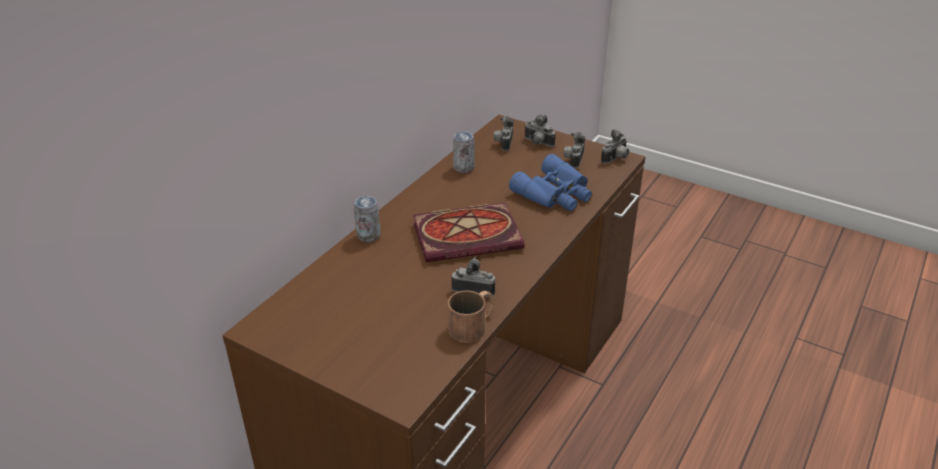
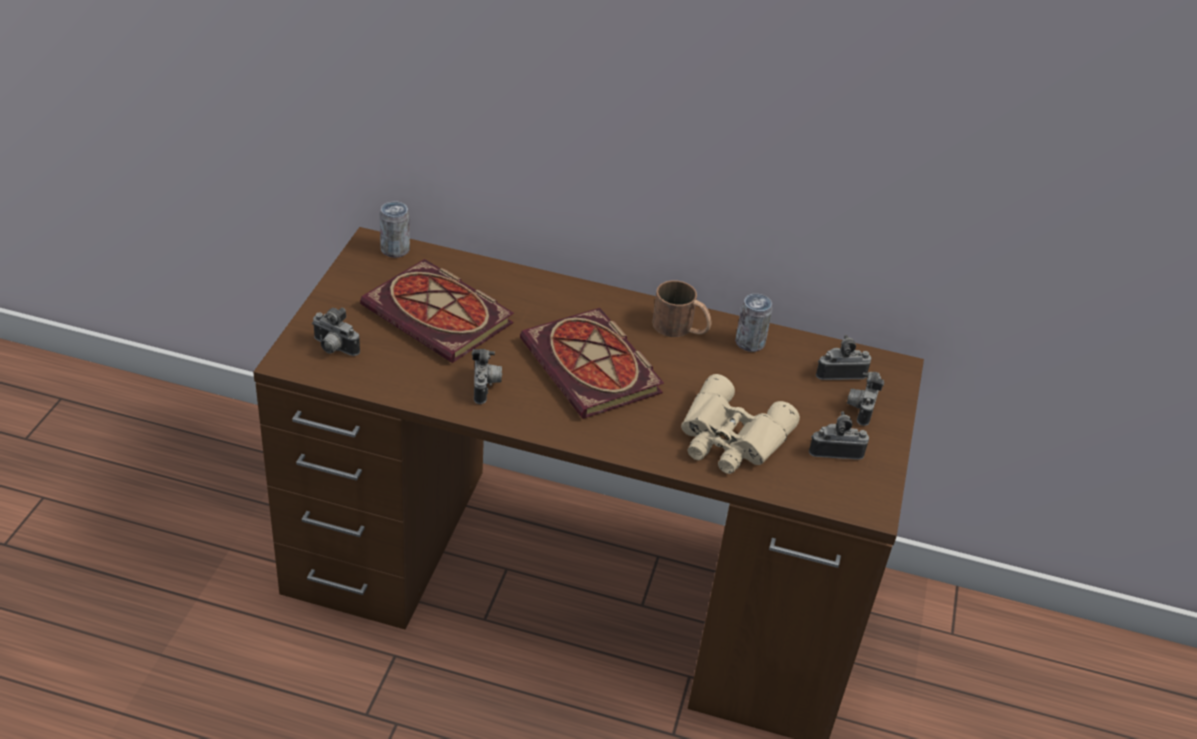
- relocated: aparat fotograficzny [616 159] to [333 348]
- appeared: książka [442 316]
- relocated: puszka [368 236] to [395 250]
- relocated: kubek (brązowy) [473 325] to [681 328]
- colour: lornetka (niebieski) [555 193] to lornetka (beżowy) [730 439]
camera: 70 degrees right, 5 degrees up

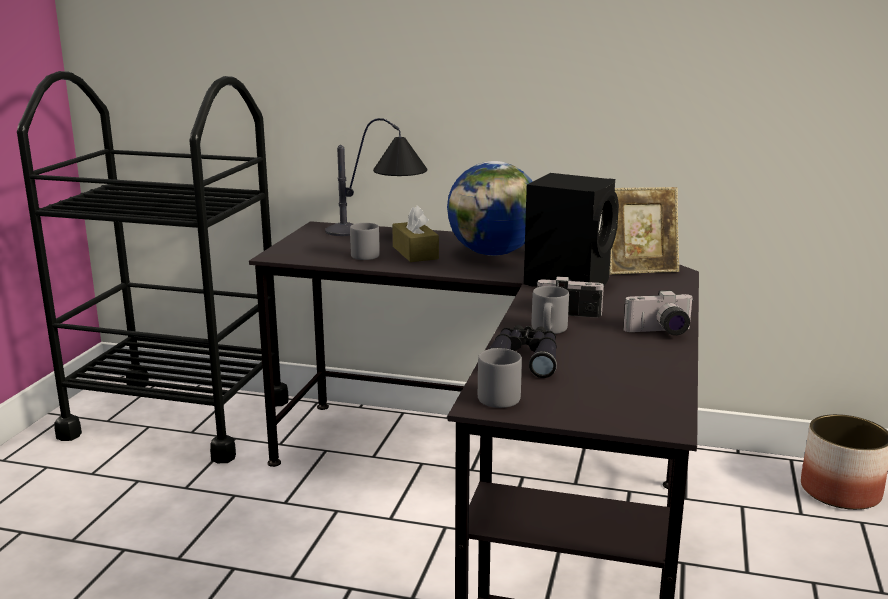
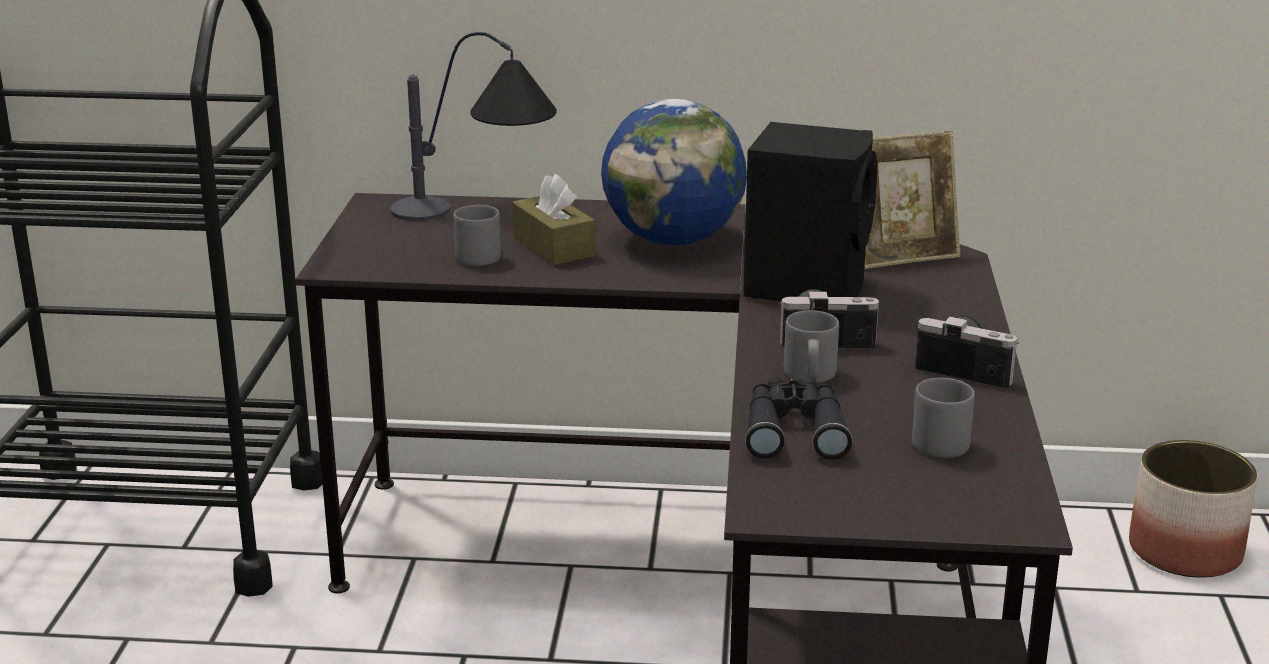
- relocated: kubek (szary) [497 396] to [935 442]
- spun: aparat fotograficzny [660 332] = [967 367] 135 degrees counterclockwise
camera: 10 degrees left, 5 degrees up

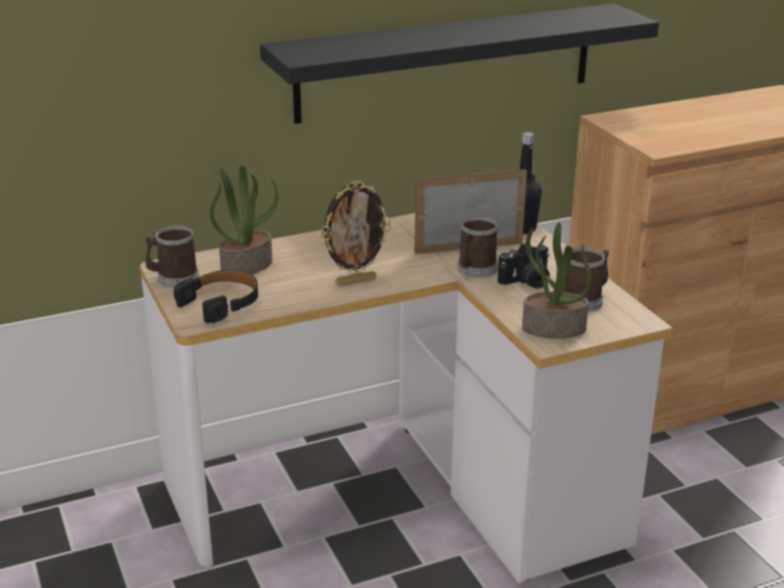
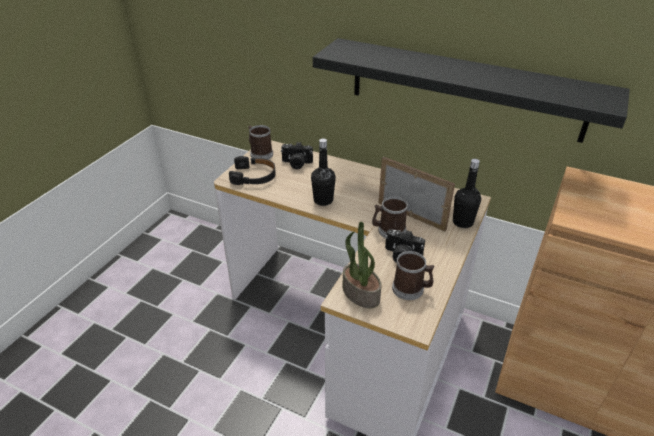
- exchanged: roślina doniczkowa [246 266] to aparat fotograficzny [296 164]
- exchanged: ramka na zdjęcie [355 281] to butelka (czarny) [323 200]
camera: 50 degrees right, 10 degrees up

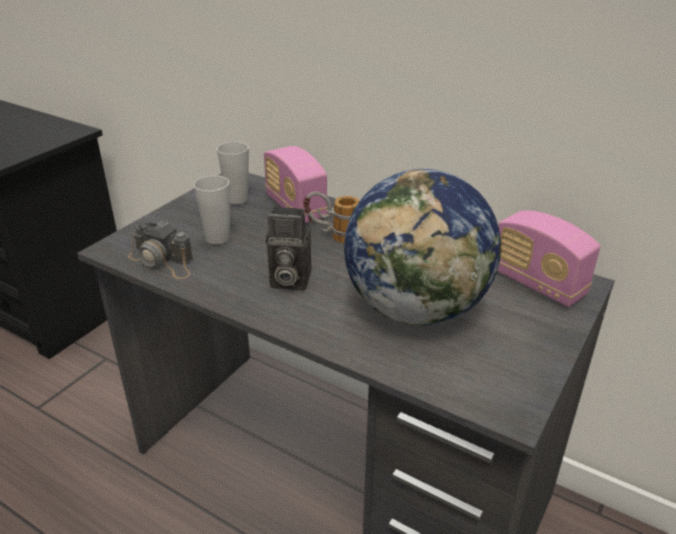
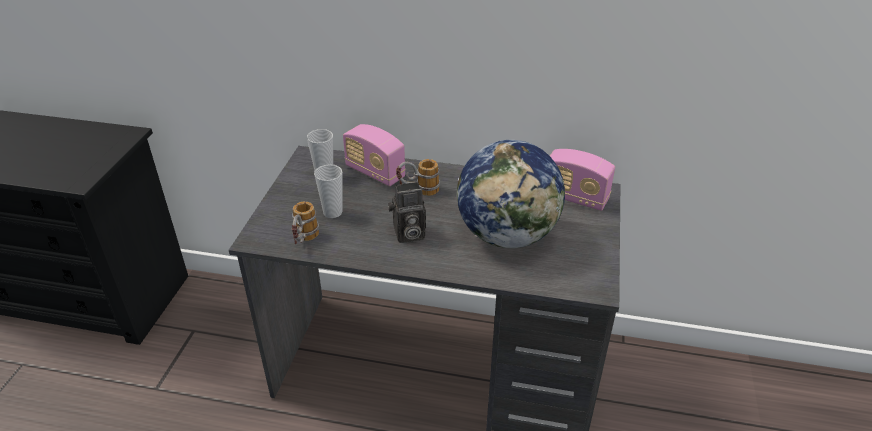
- exchanged: aparat fotograficzny [163 261] to kubek [304 241]
camera: 20 degrees left, 5 degrees up

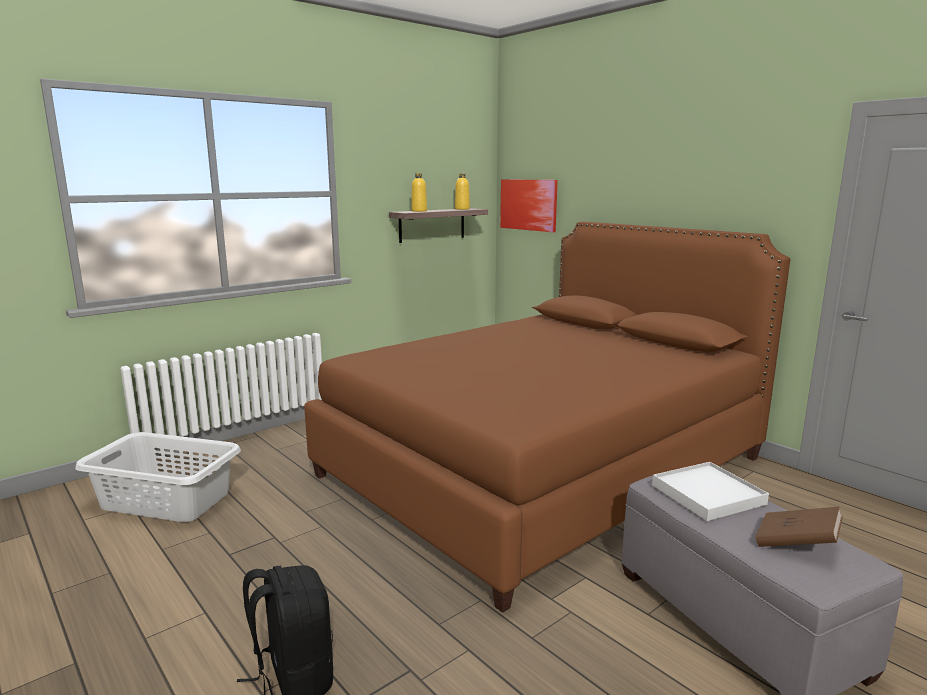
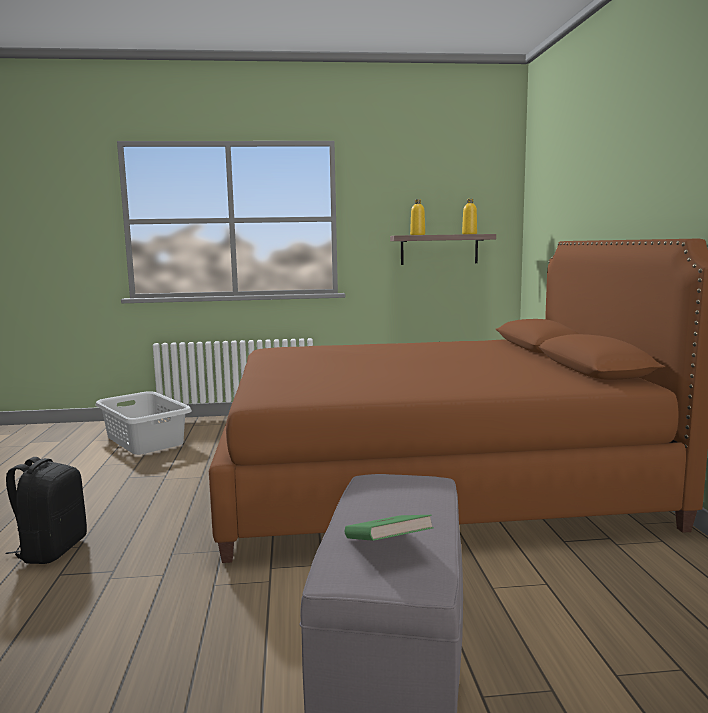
- colour: książka (brązowy) [796 544] to książka (zielony) [386 548]
- missing: obraz [528 204]
- missing: taca (biały) [708 494]
camera: 35 degrees right, 5 degrees down

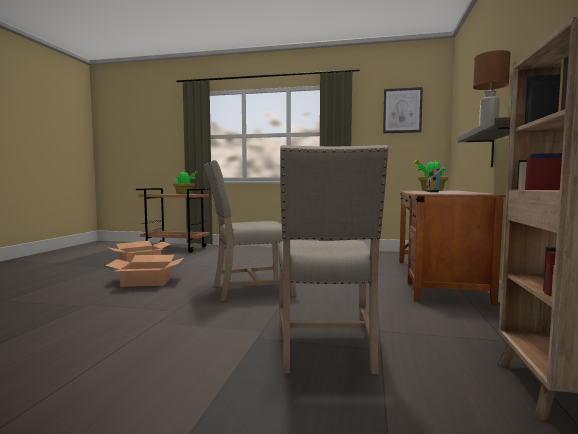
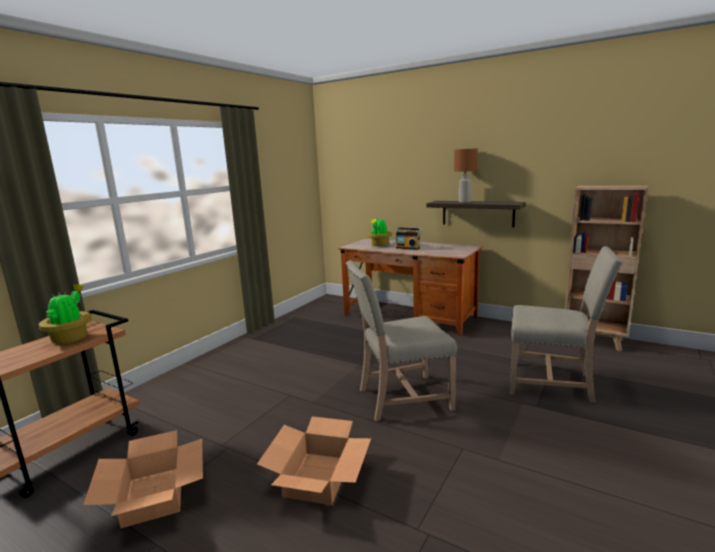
- spun: krzesło (beżowy) [249 290] = [401 398] 75 degrees clockwise
- missing: obraz [402 110]
camera: 70 degrees left, 10 degrees up

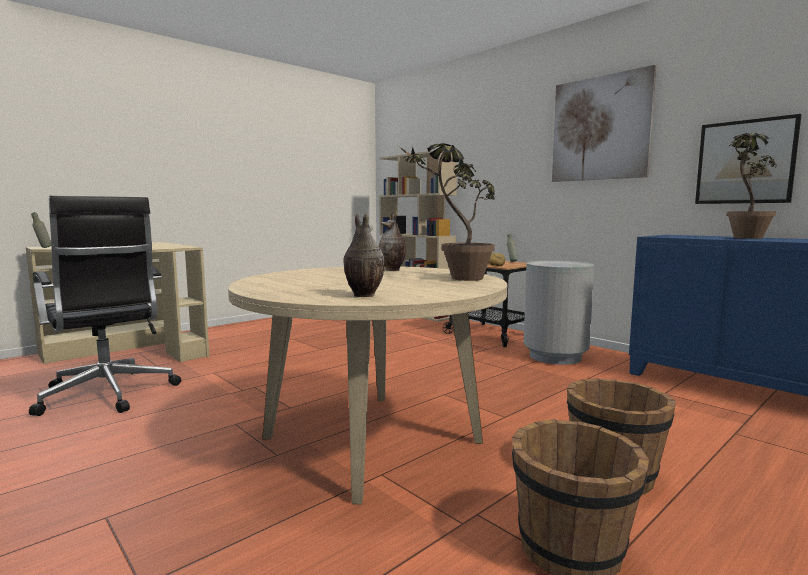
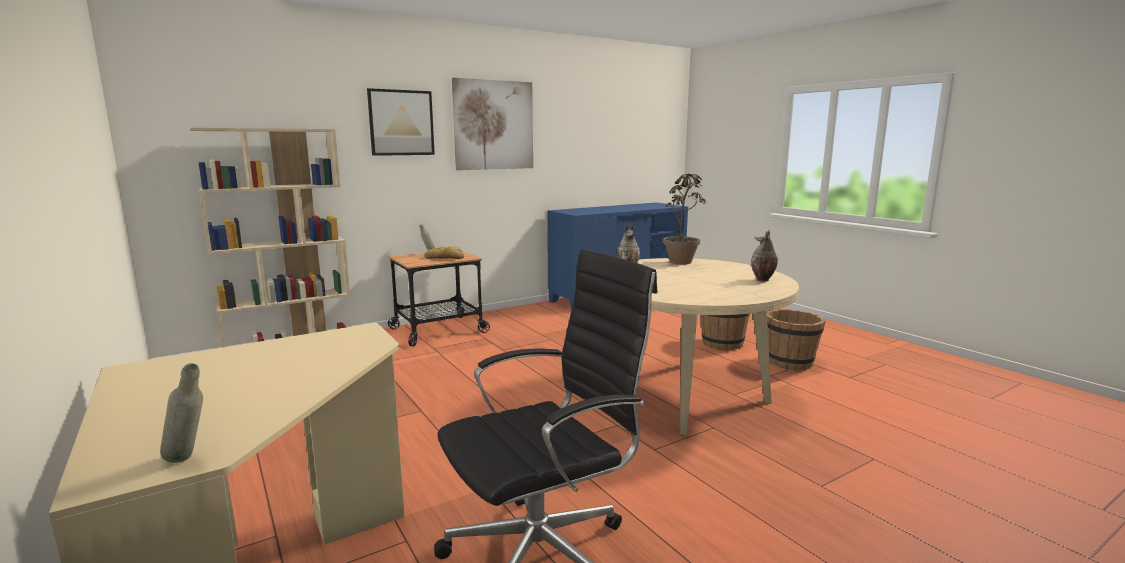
- relocated: obraz [745 162] to [401 123]
- missing: kosz na śmieci (szary) [555 357]
- missing: roślina doniczkowa [743 238]
camera: 80 degrees left, 5 degrees up

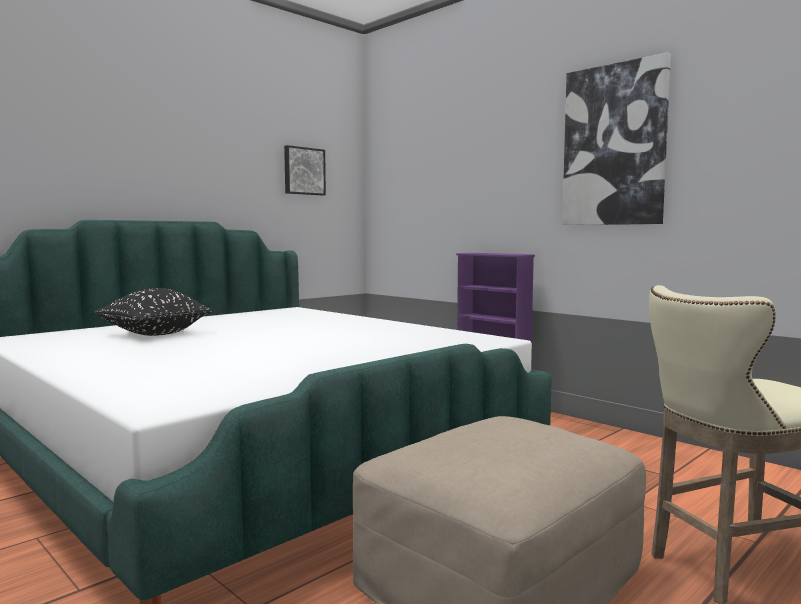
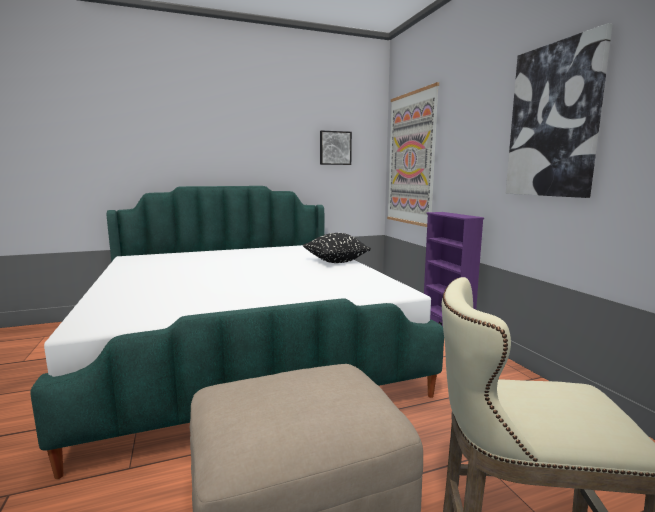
- relocated: poduszka (czarny) [155 334] to [336 261]
- appeared: obraz [411 159]
camera: 25 degrees right, 5 degrees up

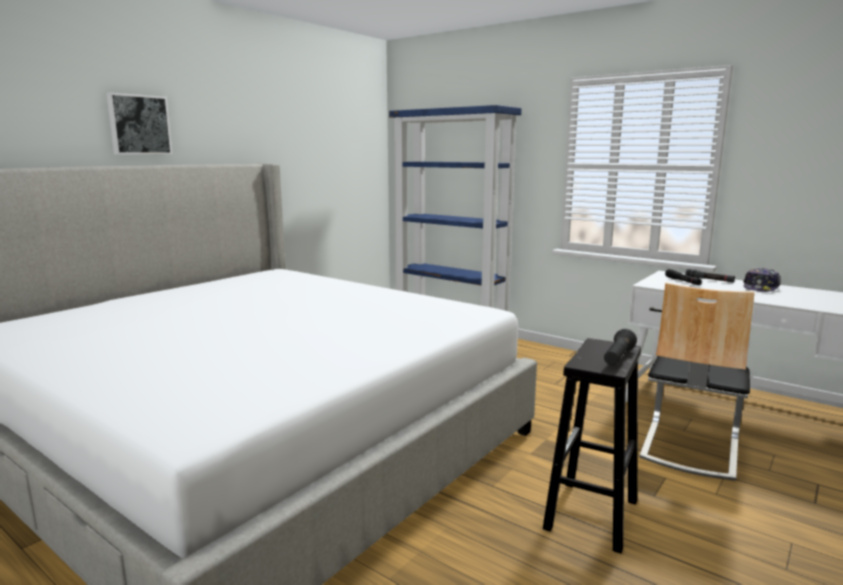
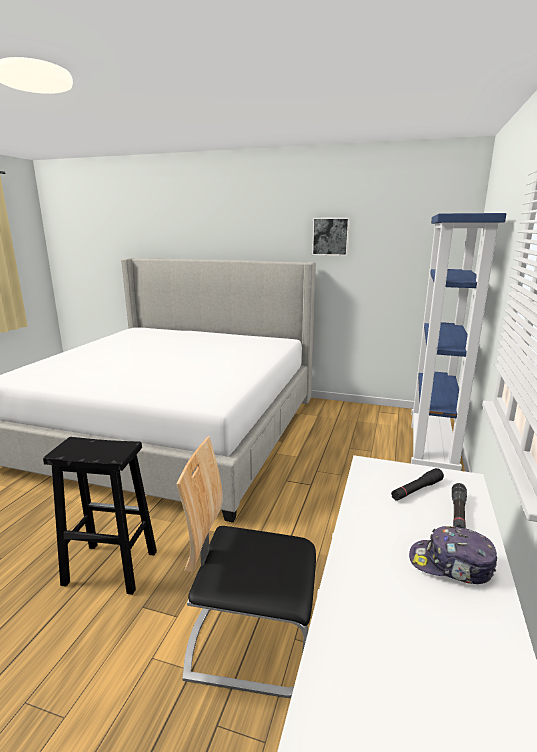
- relocated: obraz [139 125] to [330 236]
- missing: latarka (czarny) [618 358]
camera: 70 degrees right, 5 degrees up

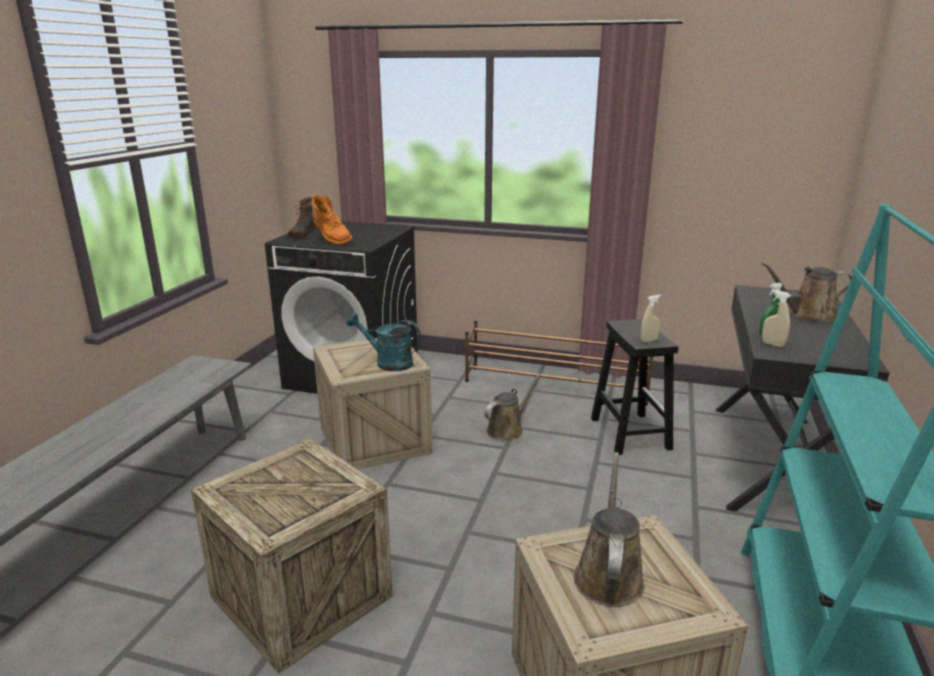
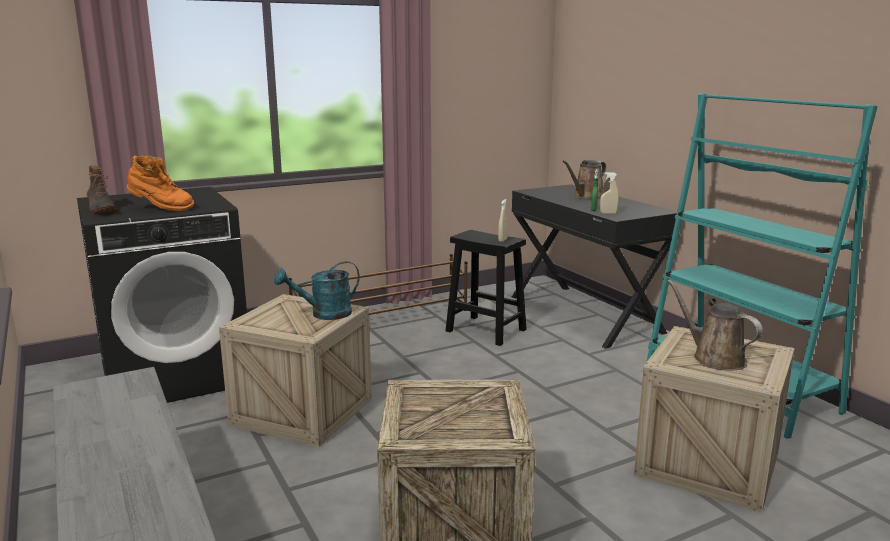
- missing: konewka (brązowy) [507 430]
camera: 45 degrees left, 5 degrees down

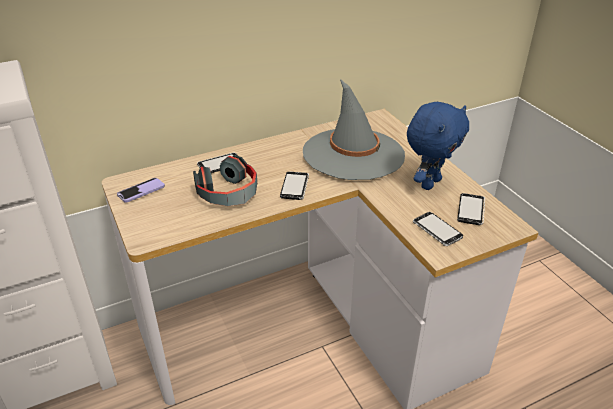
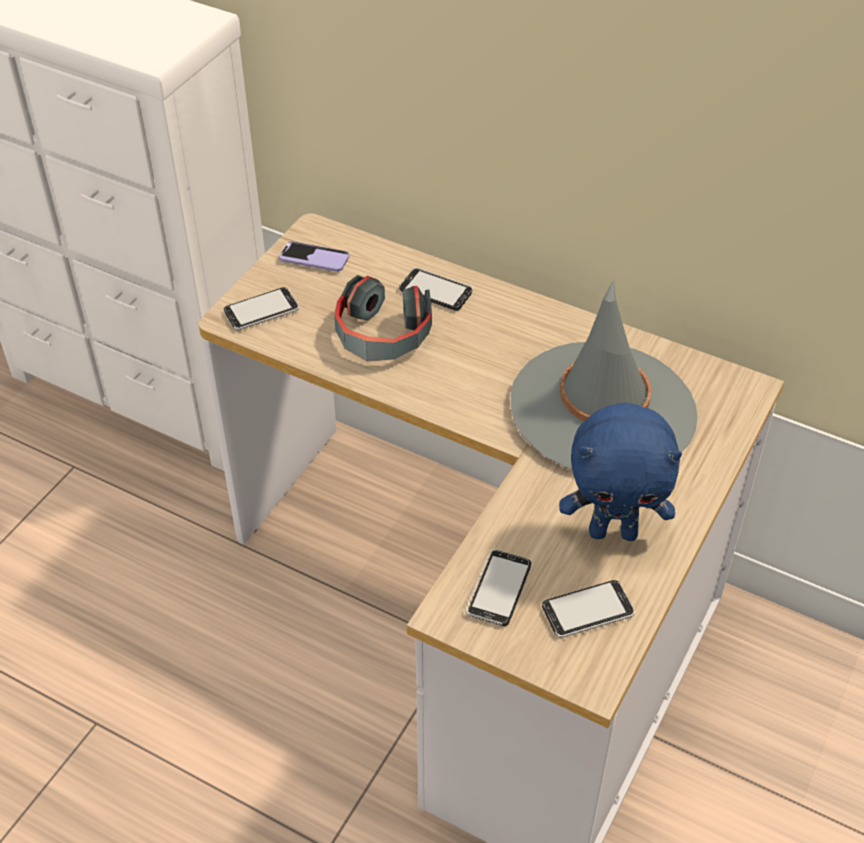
- relocated: telefon [294 187] to [261 311]
camera: 55 degrees right, 10 degrees up

